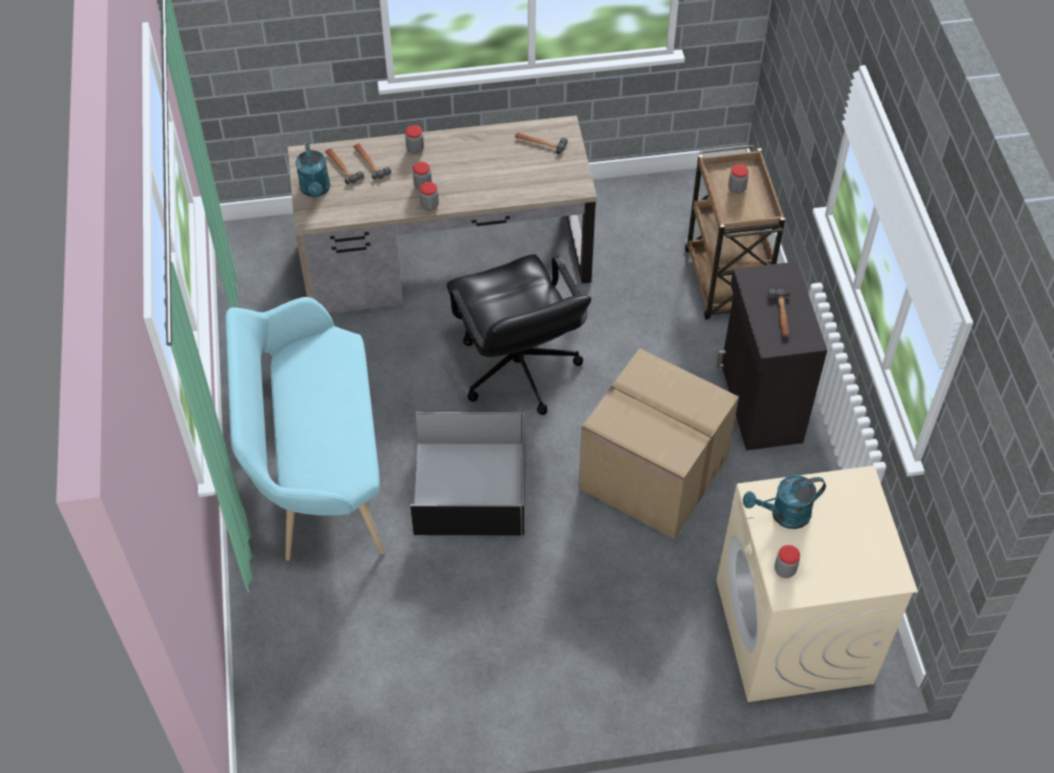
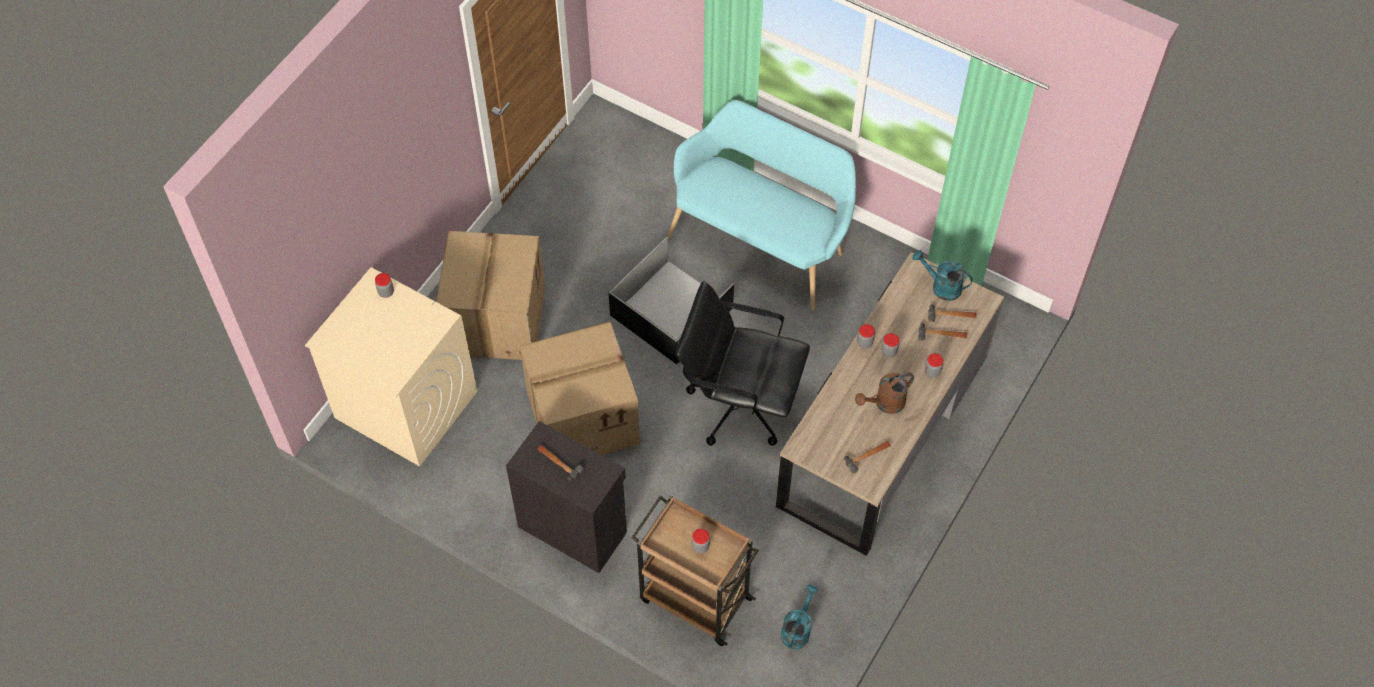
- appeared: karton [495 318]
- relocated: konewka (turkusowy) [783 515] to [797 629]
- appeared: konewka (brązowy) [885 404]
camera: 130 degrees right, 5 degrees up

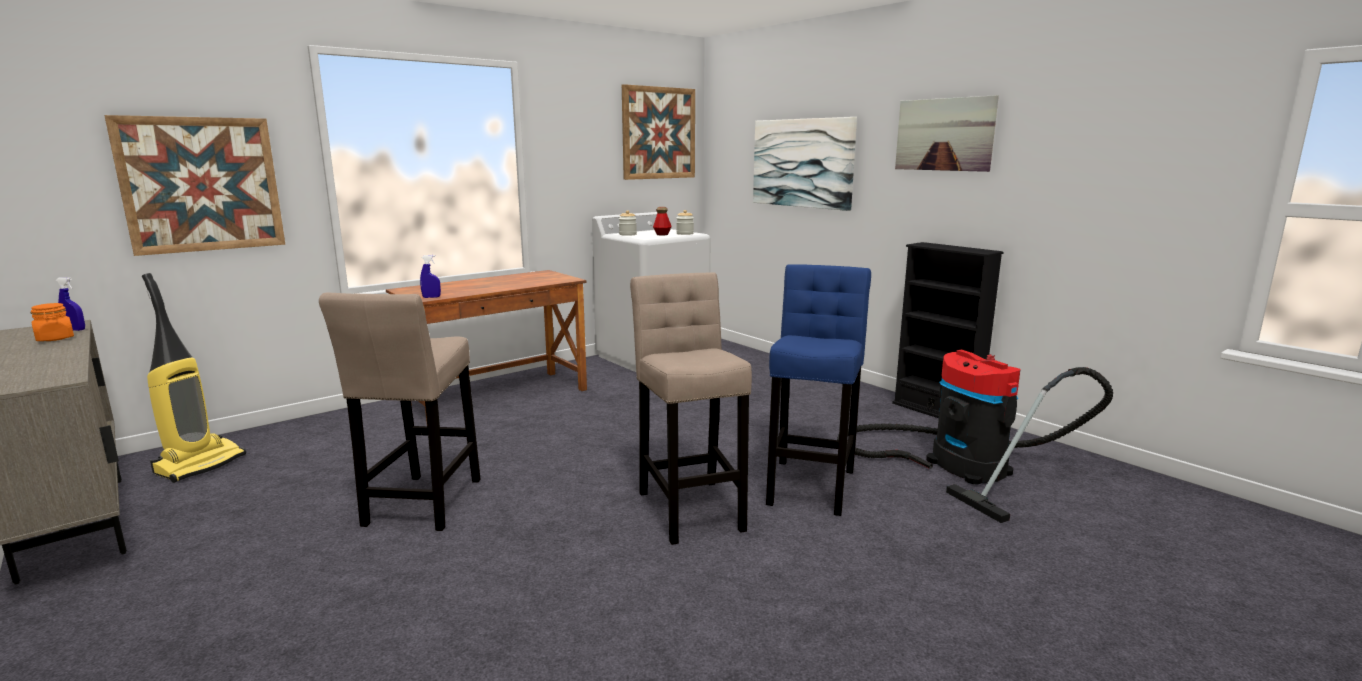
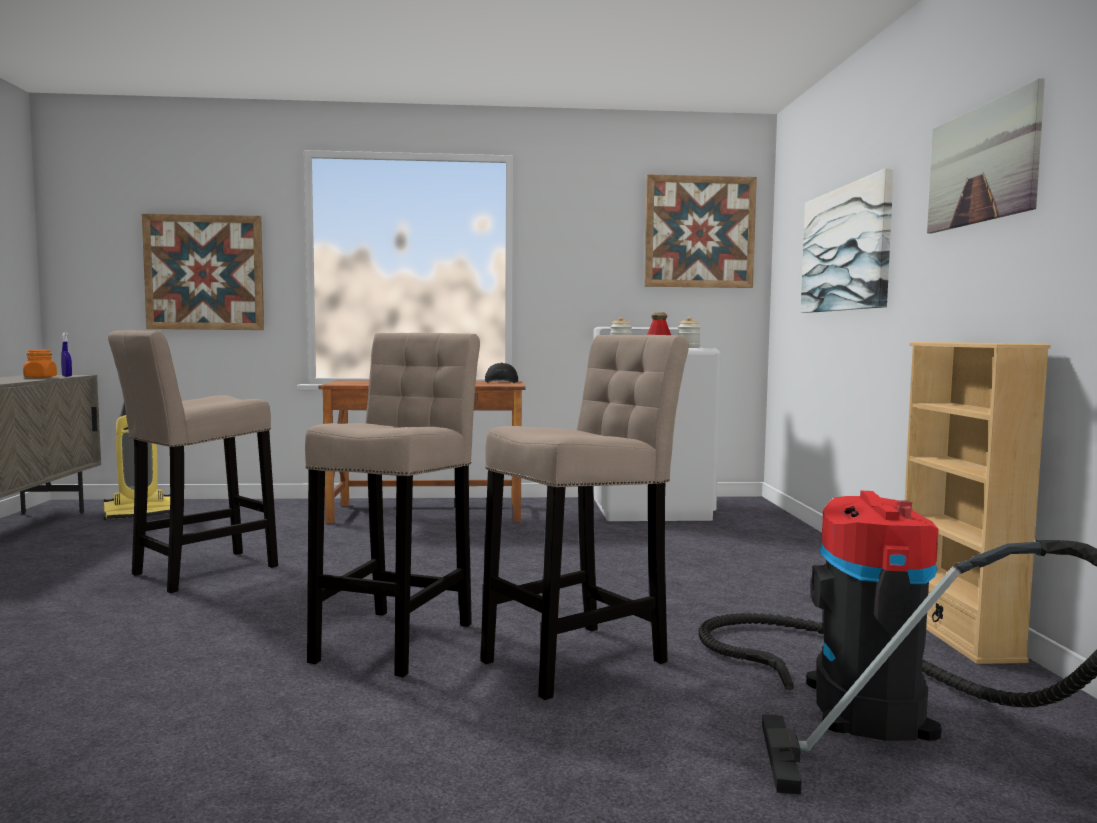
- colour: stołek (niebieski) [811 484] to stołek (beżowy) [582 658]
- appeared: czapka z daszkiem (czarny) [501 382]
- colour: regał (czarny) [936 411] to regał (beżowy) [956 633]
- missing: spryskiwacz (niebieski) [431 297]
camera: 35 degrees right, 10 degrees down

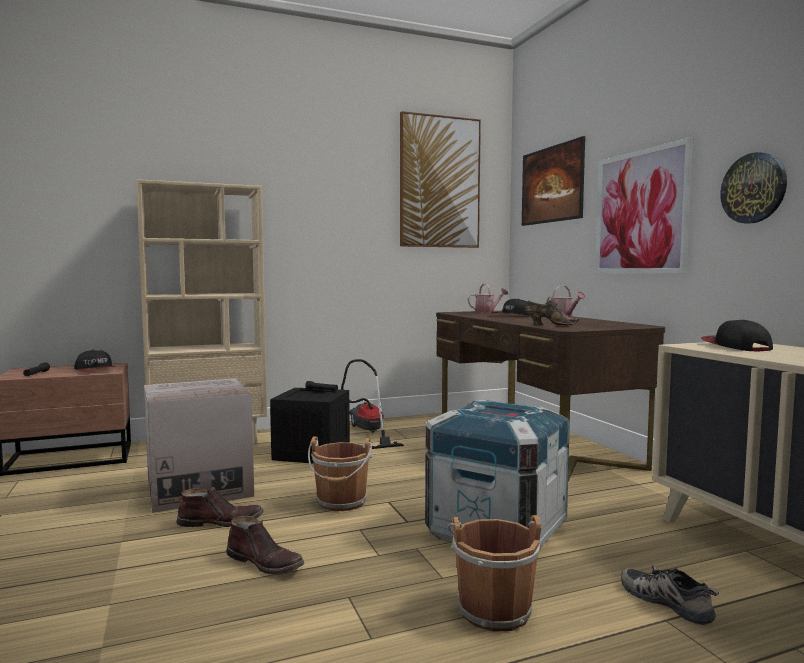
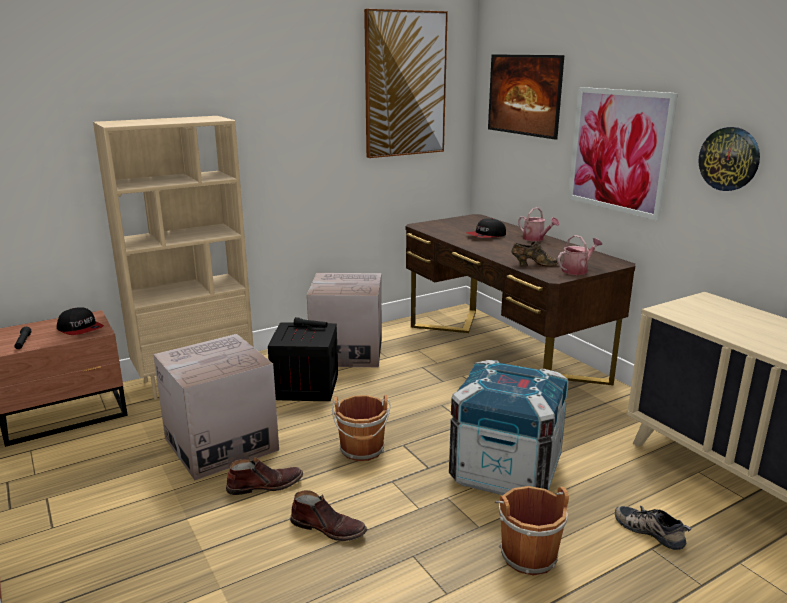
- exchanged: odkurzacz [368 432] to karton [347 352]
- relocated: konewka [487 312] to [577 270]
- missing: czapka z daszkiem [735 346]
camera: 10 degrees left, 15 degrees up

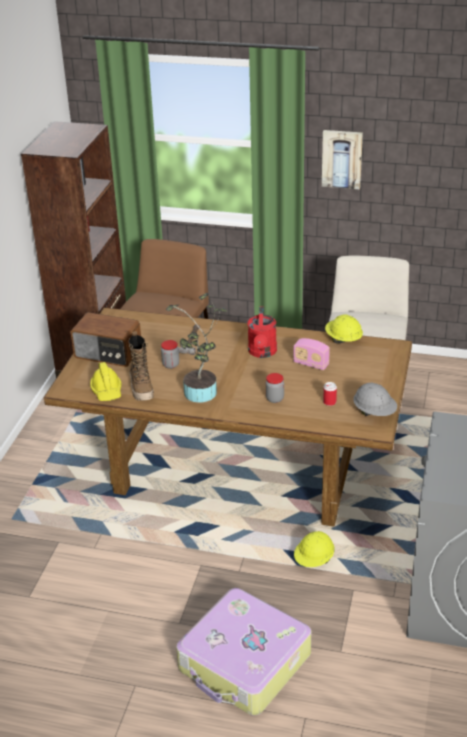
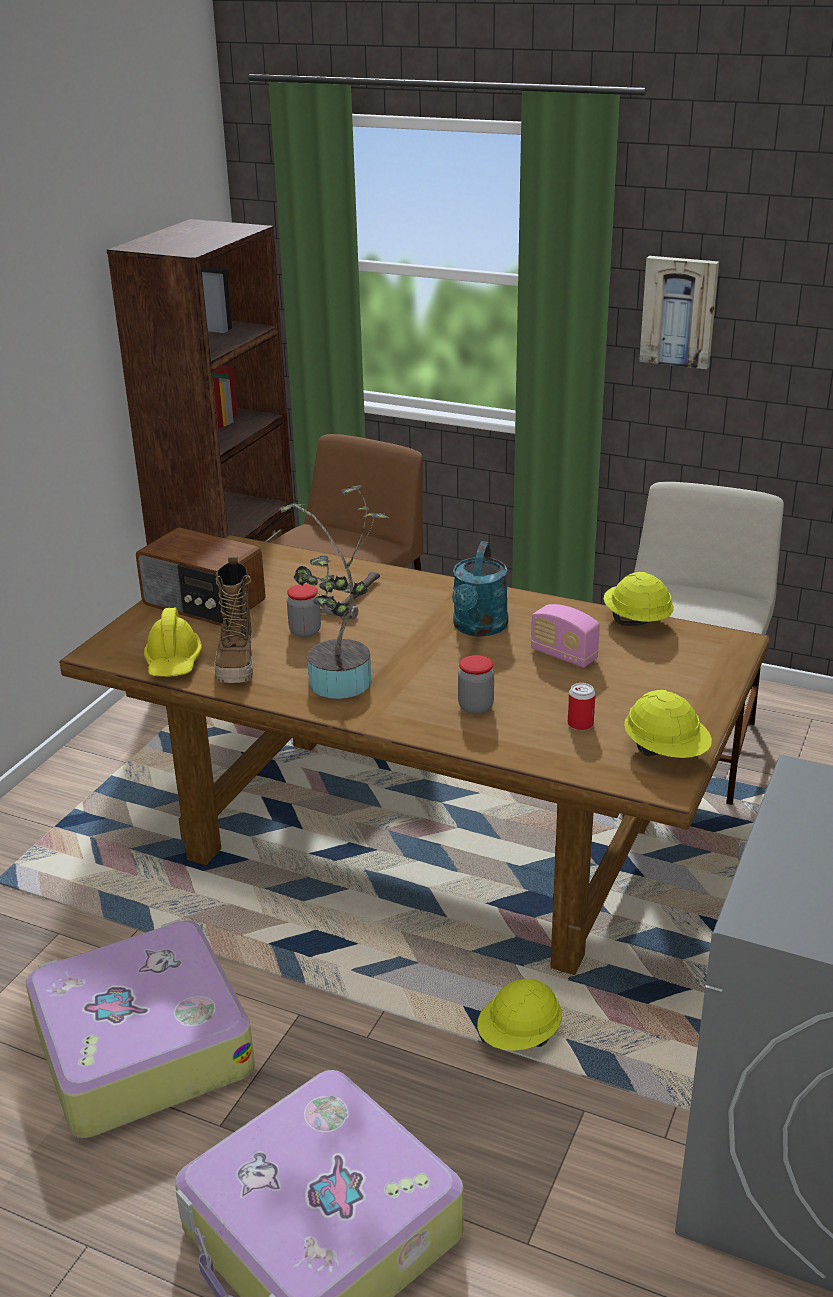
- appeared: walizka [140 1046]
- colour: konewka (czerwony) [262 353] to konewka (turkusowy) [478 628]
- colour: kask (szary) [374 412] to kask (żółty) [666 752]
camera: 10 degrees right, 5 degrees down

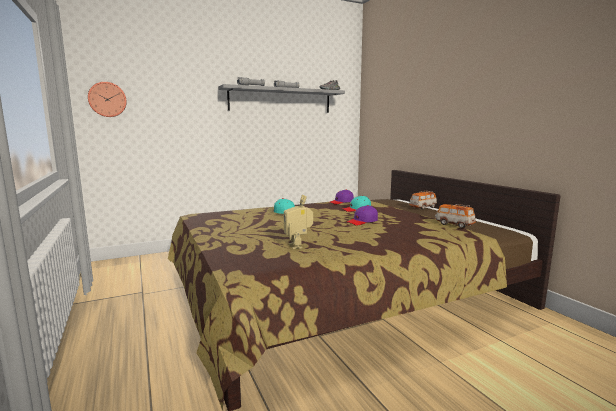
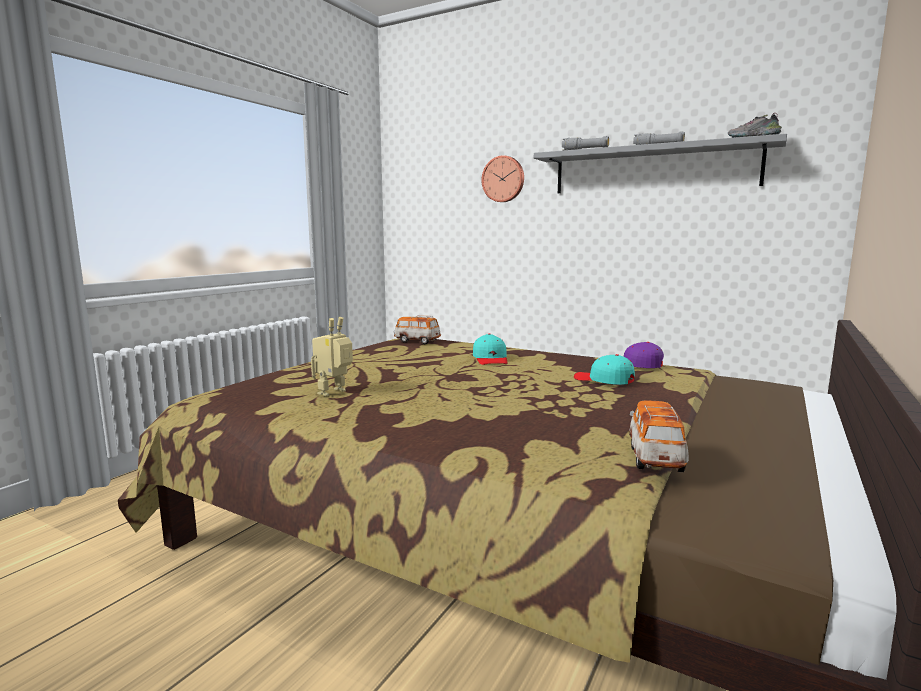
- relocated: samochodzik [422 207] to [417 341]
- relocated: zegar ścienny [107 99] to [503 179]
- missing: czapka z daszkiem (fioletowy) [362 221]
camera: 55 degrees right, 0 degrees up

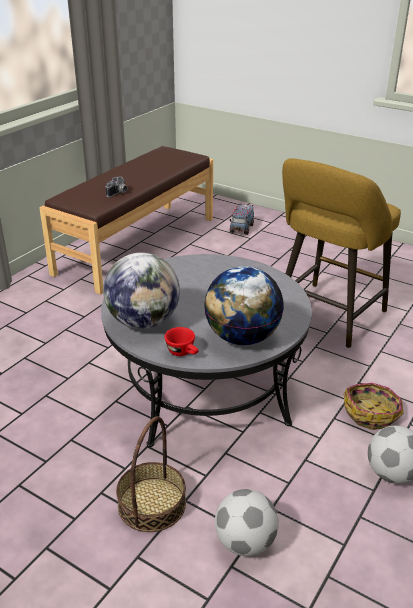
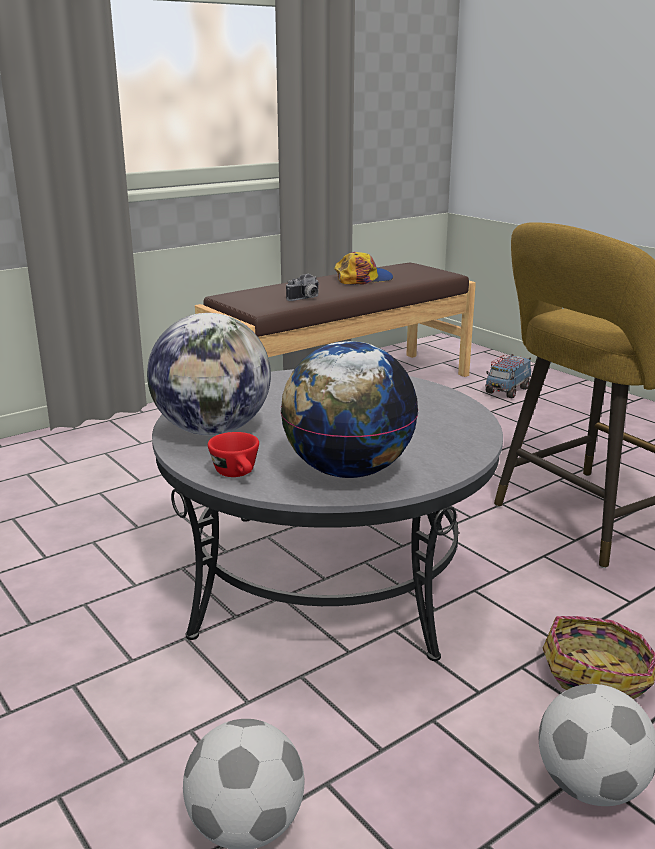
- appeared: czapka z daszkiem [363 279]
- missing: koszyk [151 504]
camera: 20 degrees right, 10 degrees down

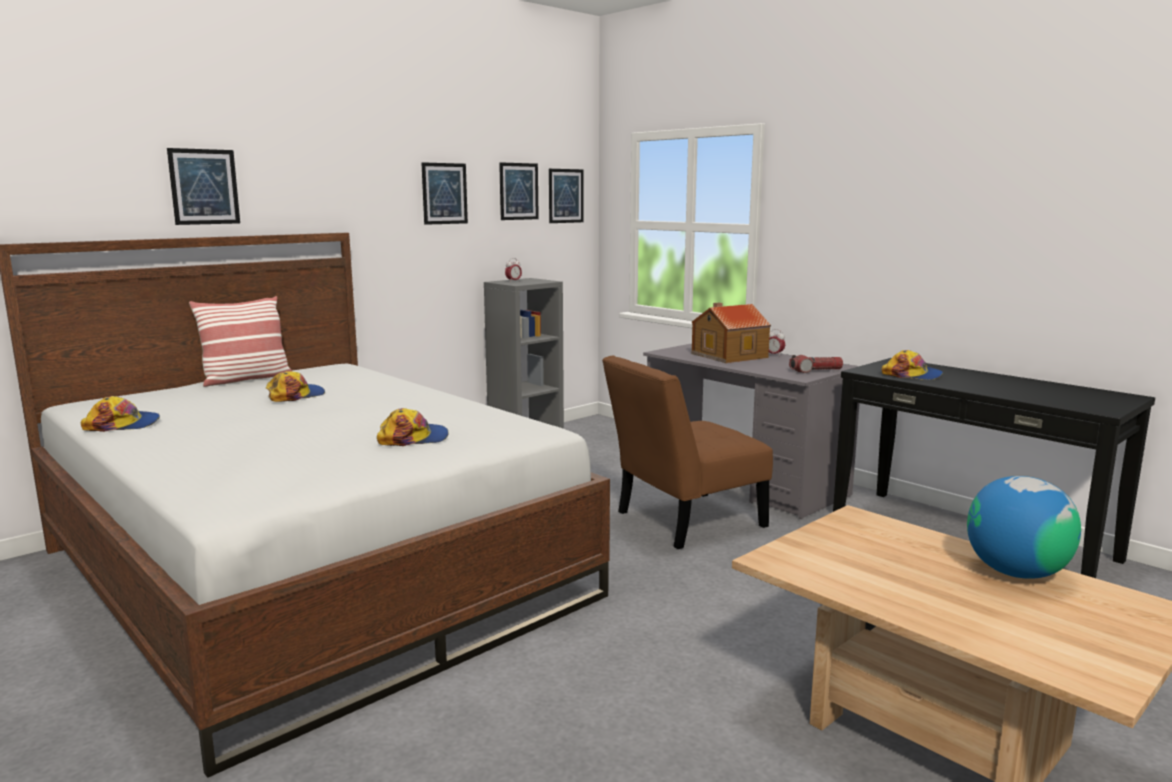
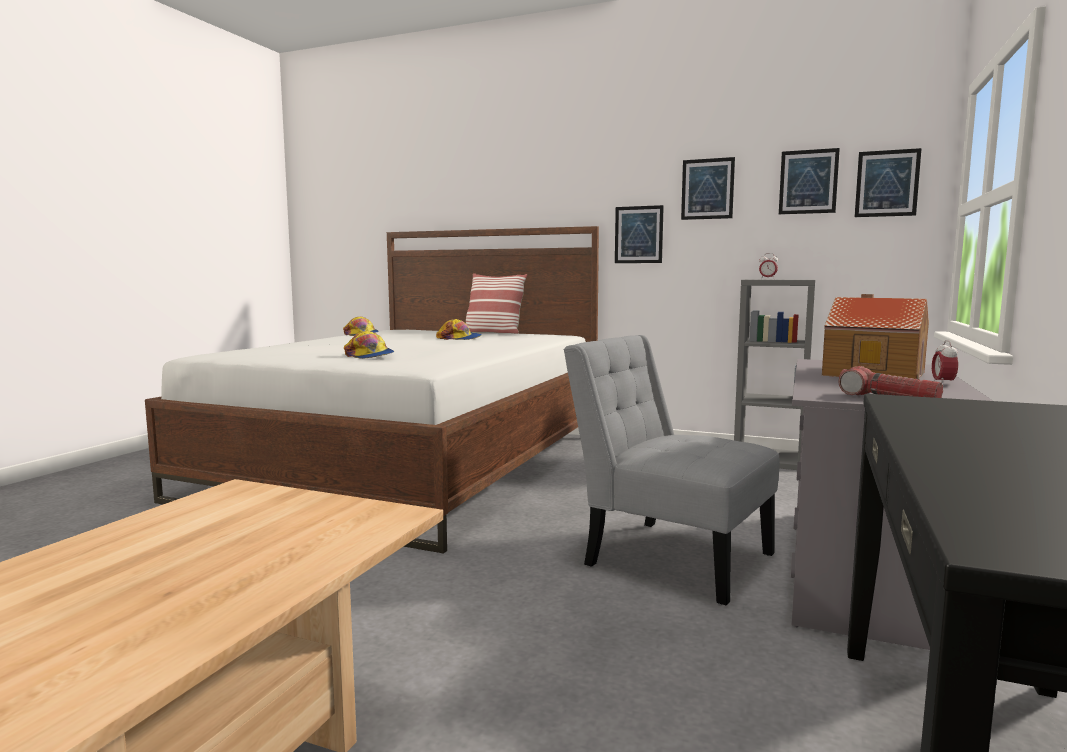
- colour: krzesło (brązowy) [683 521] to krzesło (szary) [670 556]
- relocated: obraz [204 187] to [638 234]
- missing: czapka z daszkiem [912 375]
- missing: globus [1016 572]
camera: 65 degrees right, 5 degrees down

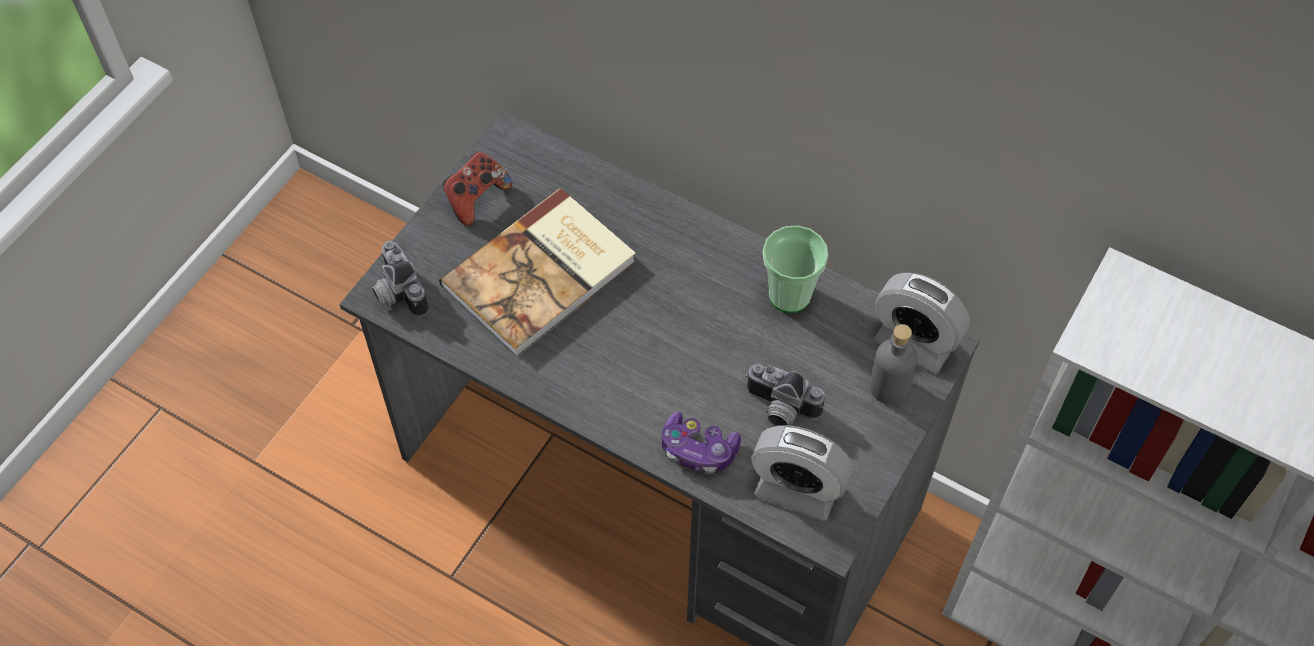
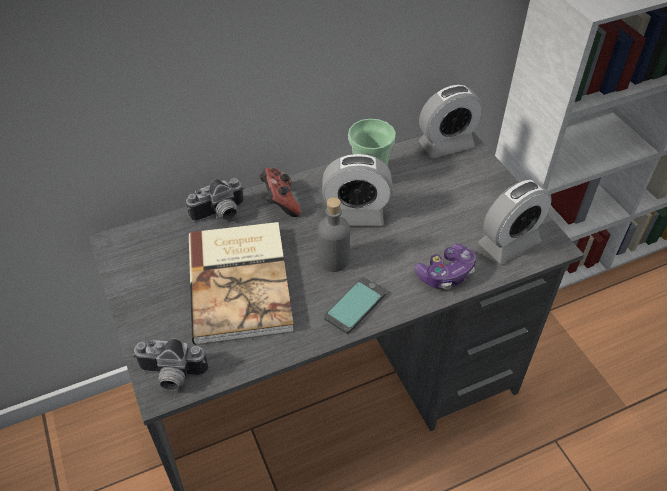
- relocated: aparat fotograficzny [779 410] to [220 215]
- relocated: pad do gier [476 198] to [280 202]
- relocated: butelka (szary) [889 387] to [334 260]
- appeared: budzik [356 215]
- appeared: telefon [355 305]
camera: 55 degrees left, 10 degrees down

